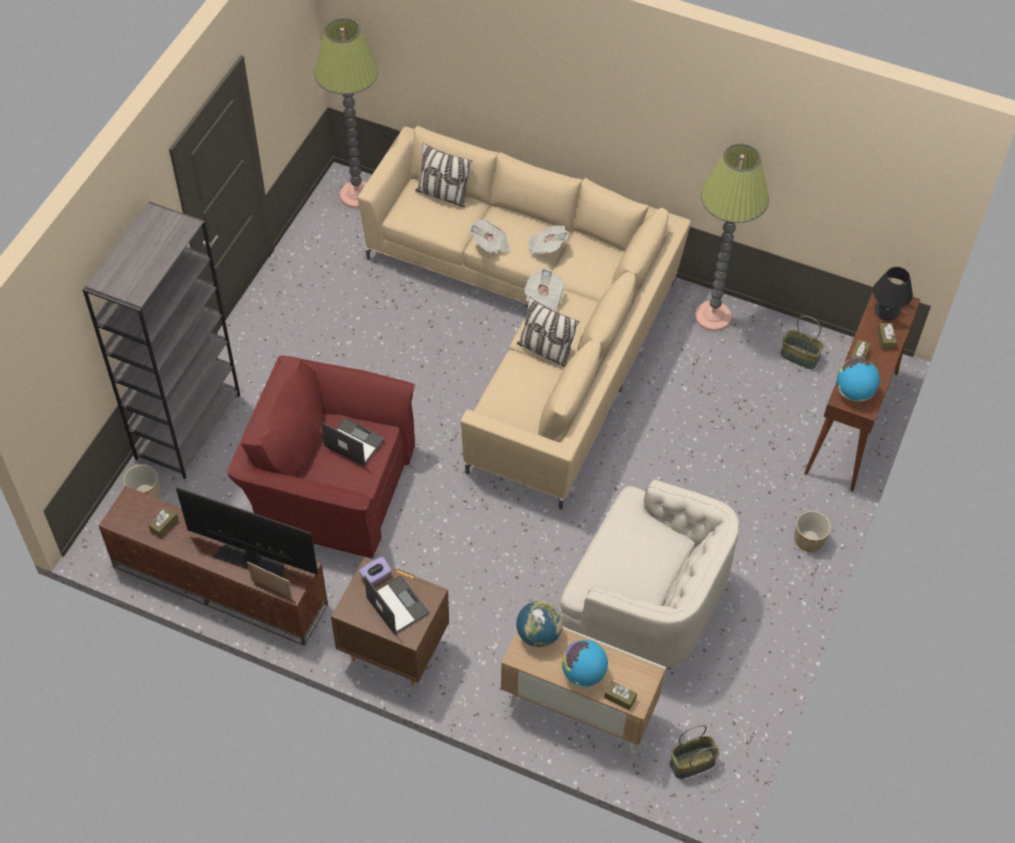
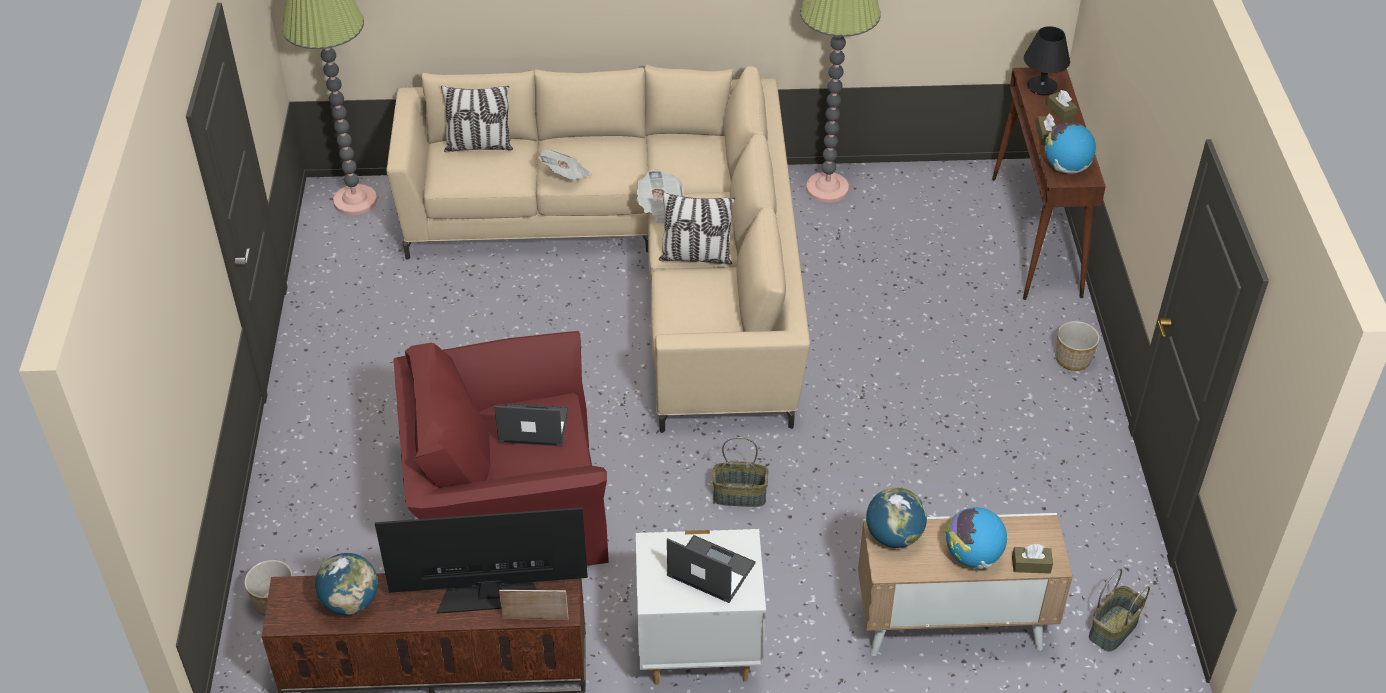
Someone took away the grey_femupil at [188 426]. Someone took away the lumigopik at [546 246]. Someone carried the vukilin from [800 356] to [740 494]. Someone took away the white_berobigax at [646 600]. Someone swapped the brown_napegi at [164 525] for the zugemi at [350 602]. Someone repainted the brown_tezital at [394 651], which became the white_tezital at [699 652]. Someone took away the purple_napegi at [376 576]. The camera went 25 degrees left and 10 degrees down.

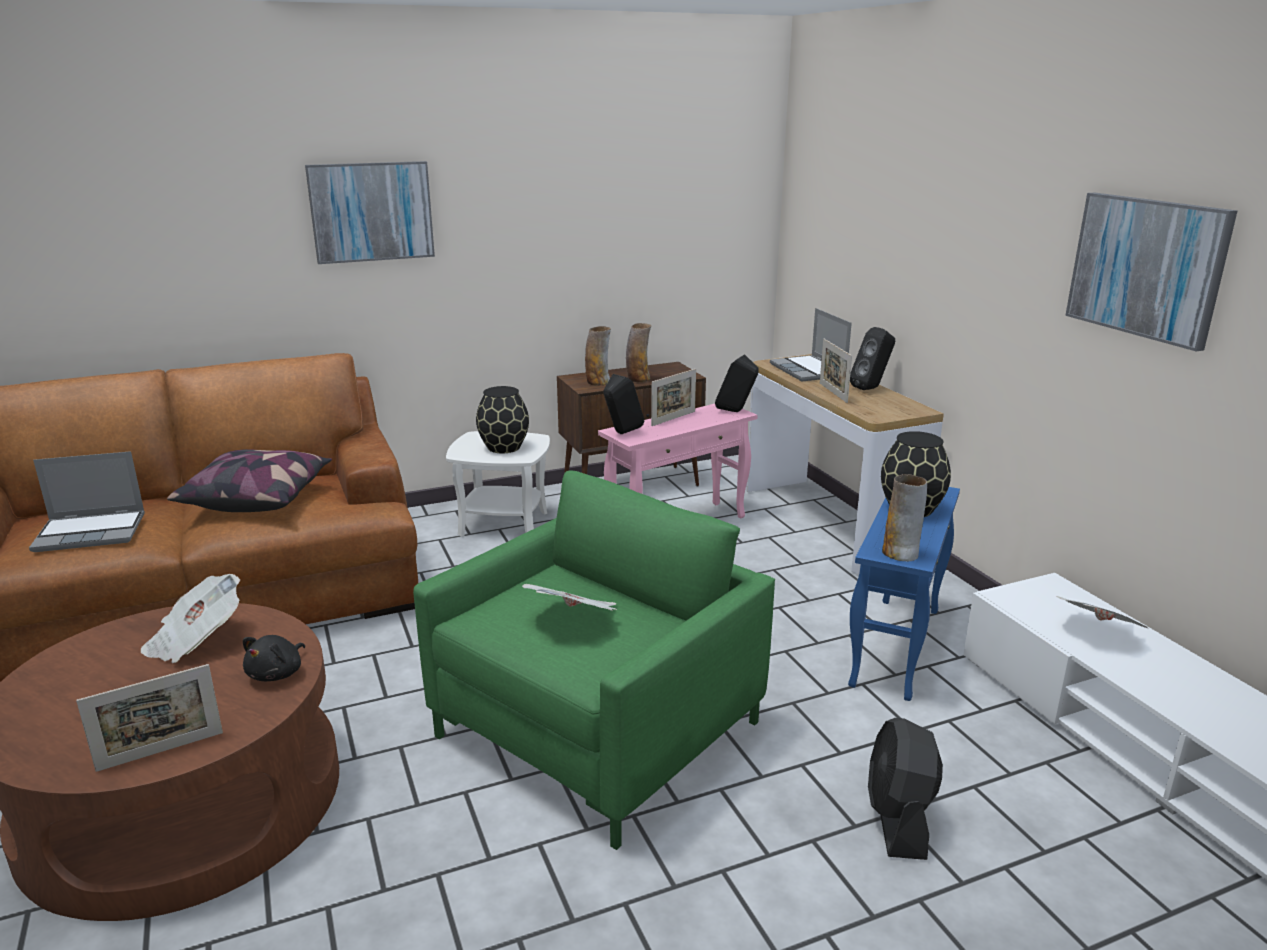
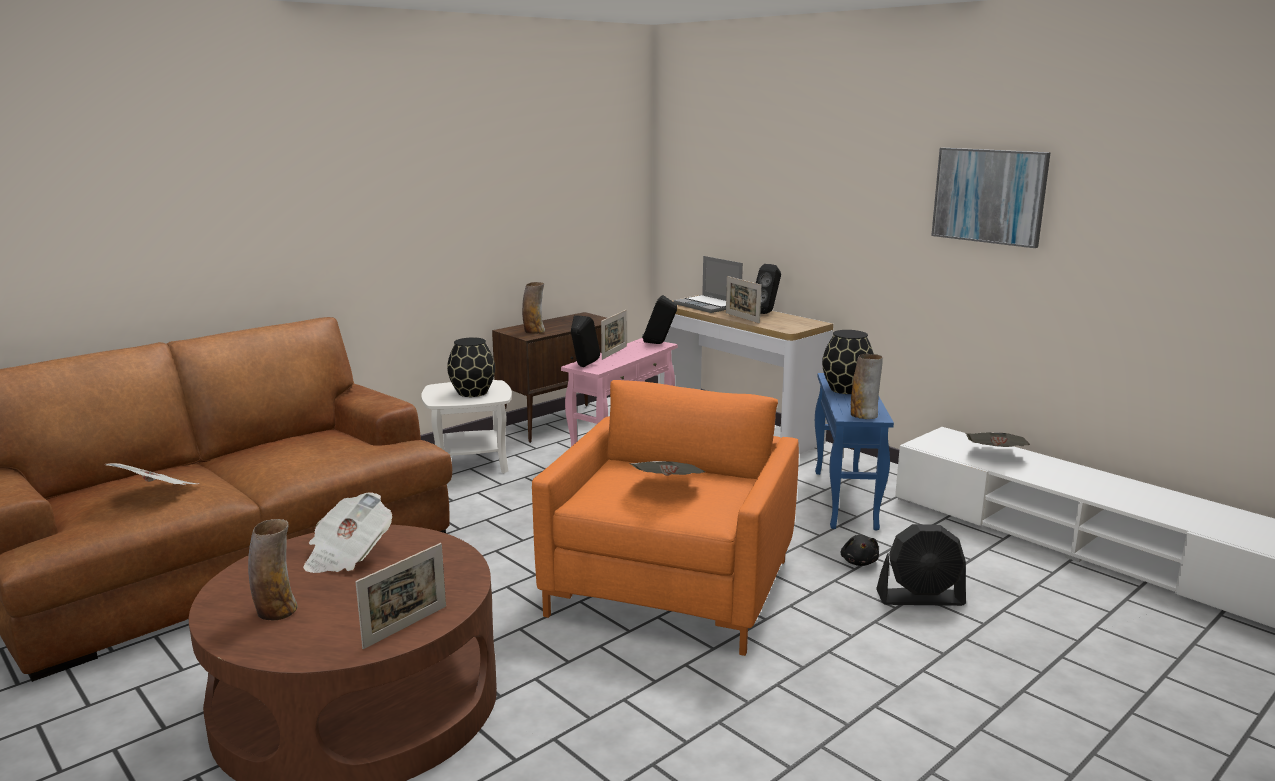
Someone took away the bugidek at [371 212]. Someone carried the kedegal from [638 379] to [276 611]. Someone took away the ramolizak at [257 498]. Someone swapped the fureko at [92 532] for the lumigopik at [156 494]. Someone repainted the green_berobigax at [598 730], which became the orange_berobigax at [671 588]. Someone carried the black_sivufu from [277 673] to [859 562]. Someone rotated the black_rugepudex at [898 819] by 75 degrees counterclockwise. The camera went 20 degrees left and 5 degrees down.

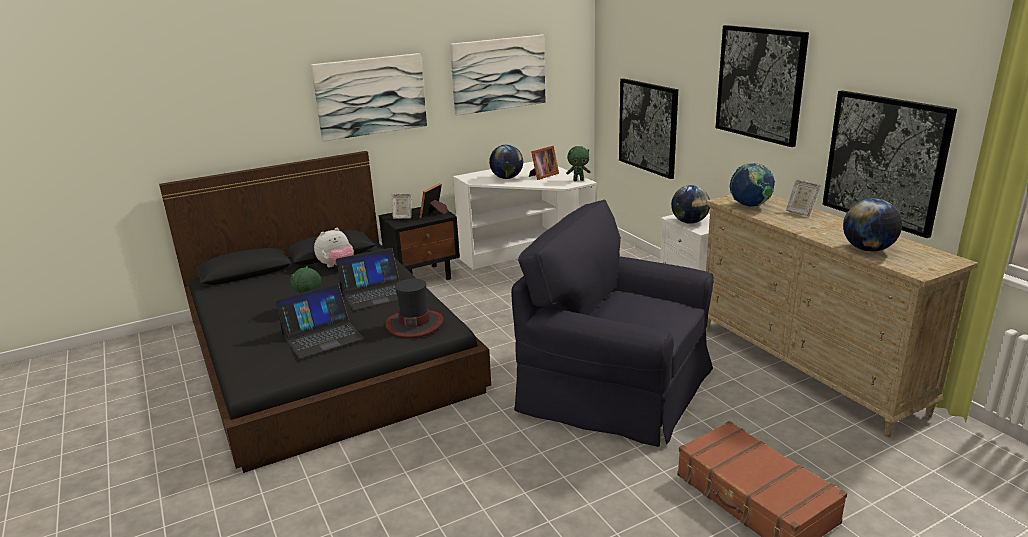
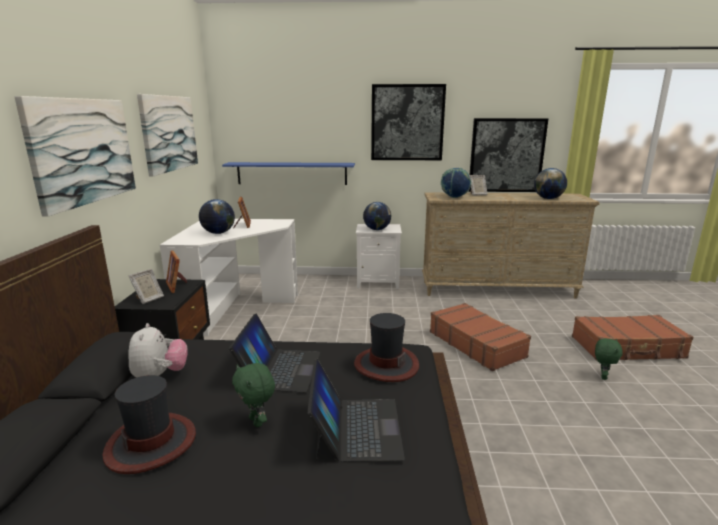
Someone swapped the bugidek at [648 127] for the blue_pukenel at [292 173]. Someone carried the green_sivufu from [578 180] to [602 376]. Someone swapped the black_berobigax at [616 388] for the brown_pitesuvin at [476 344]. Someone put down the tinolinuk at [151 443]. The camera went 60 degrees left and 5 degrees down.

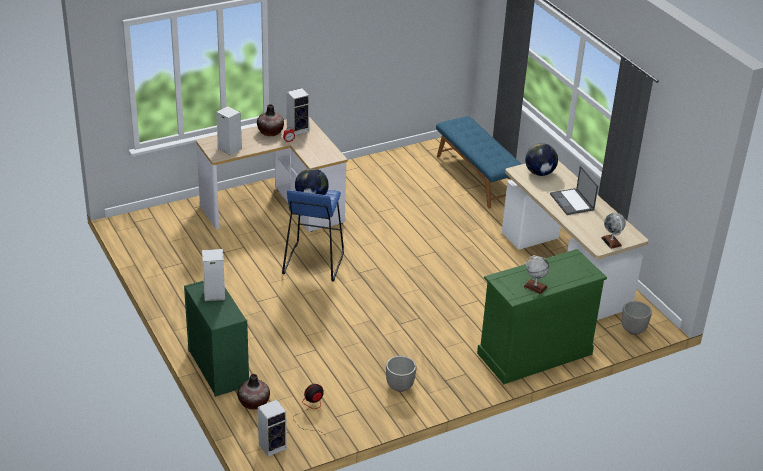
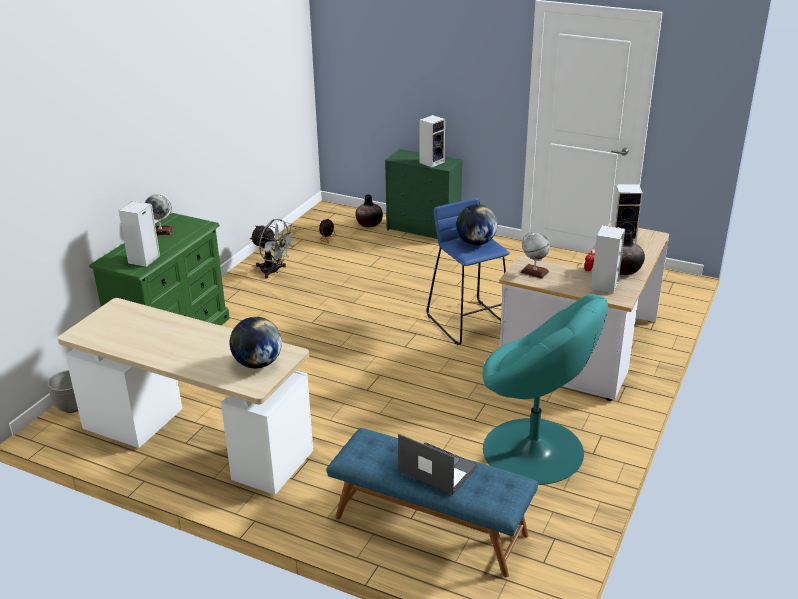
Someone carried the fureko from [572 202] to [437 469]. Someone carried the zugemi from [611 242] to [534 272]. Someone swapped the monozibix at [399 387] for the grey_rugepudex at [273 271]. Someone carried the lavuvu from [273 446] to [144 260]. Someone put down the turquoise_berobigax at [534 451]. The camera went 145 degrees right and 5 degrees down.

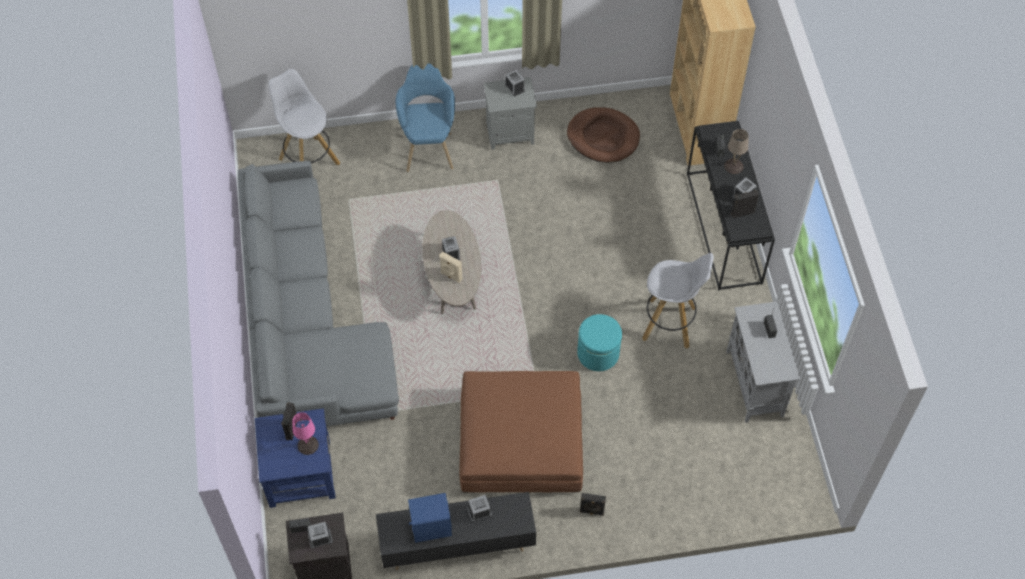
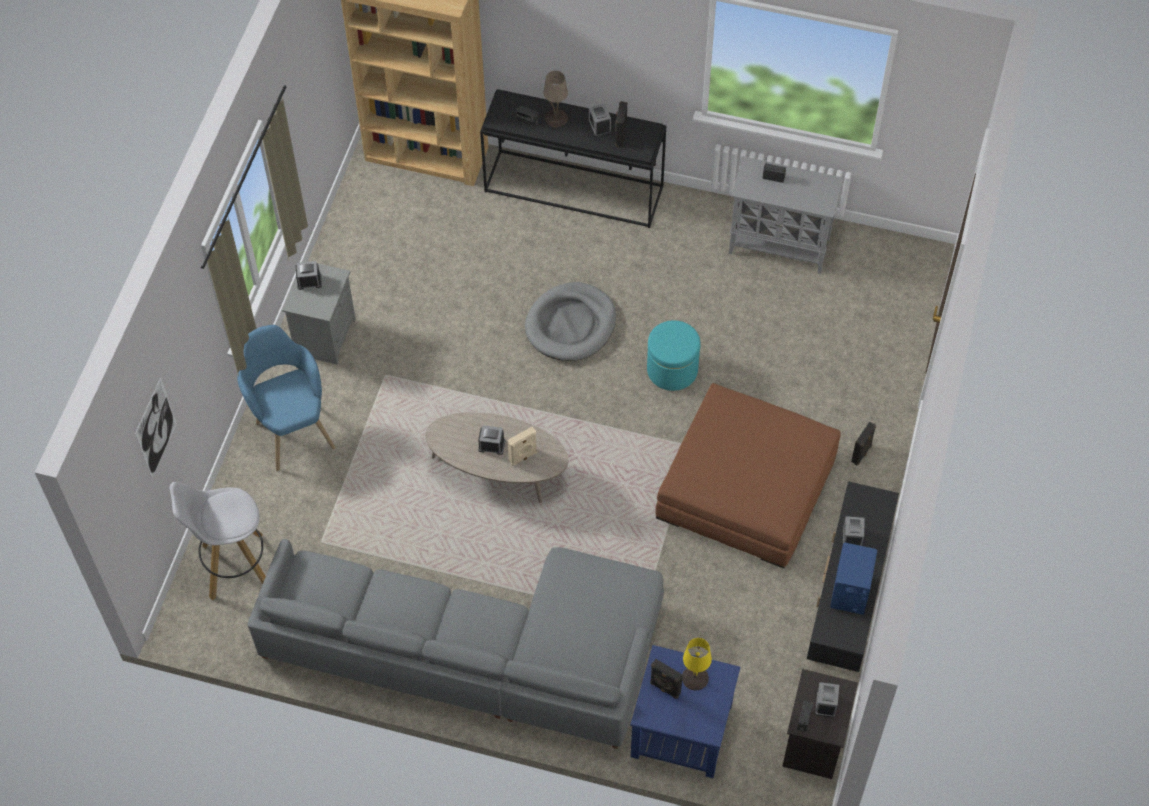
Someone rotated the blue_berobigax at [428 145] by 45 degrees clockwise. Someone took away the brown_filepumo at [603 137]. Someone took away the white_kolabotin at [670 323]. Someone repainted the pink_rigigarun at [308 445], which became the yellow_rigigarun at [695 677]. Someone put down the grey_filepumo at [571 325]. Someone put up the bugidek at [156 428]. The camera went 65 degrees left and 0 degrees up.

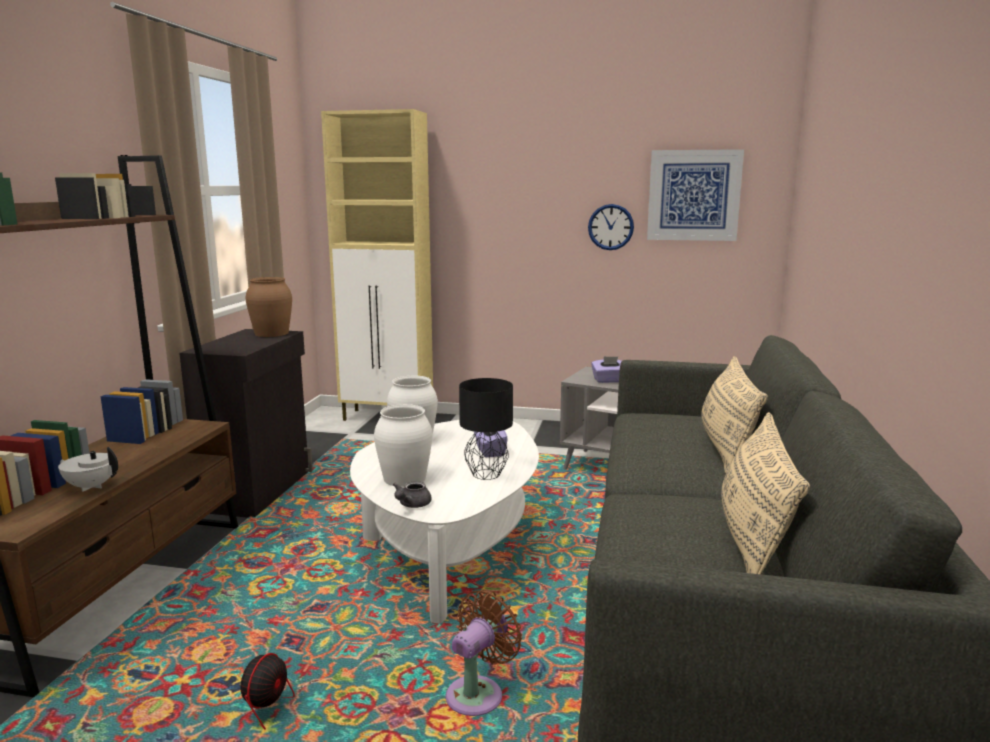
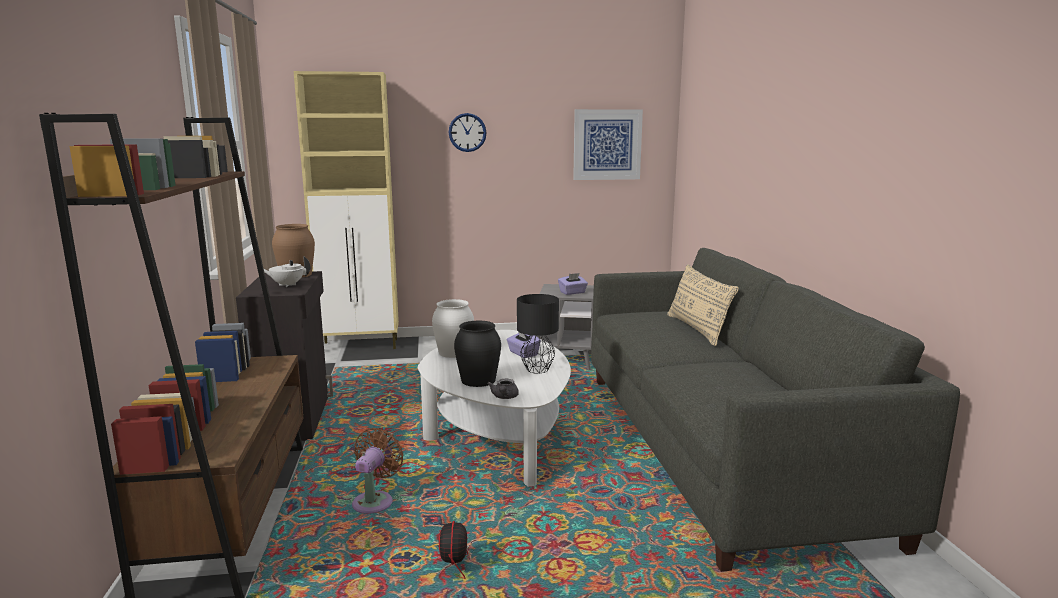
Someone carried the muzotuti from [610 227] to [467 132]. Someone repainted the white_kedegal at [405 478], which became the black_kedegal at [478 380]. Someone took away the beige_ramolizak at [753 540]. Someone carried the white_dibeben from [91 486] to [287 285]. Someone carried the brown_rugepudex from [478 693] to [375 501]. The camera went 20 degrees left and 0 degrees up.

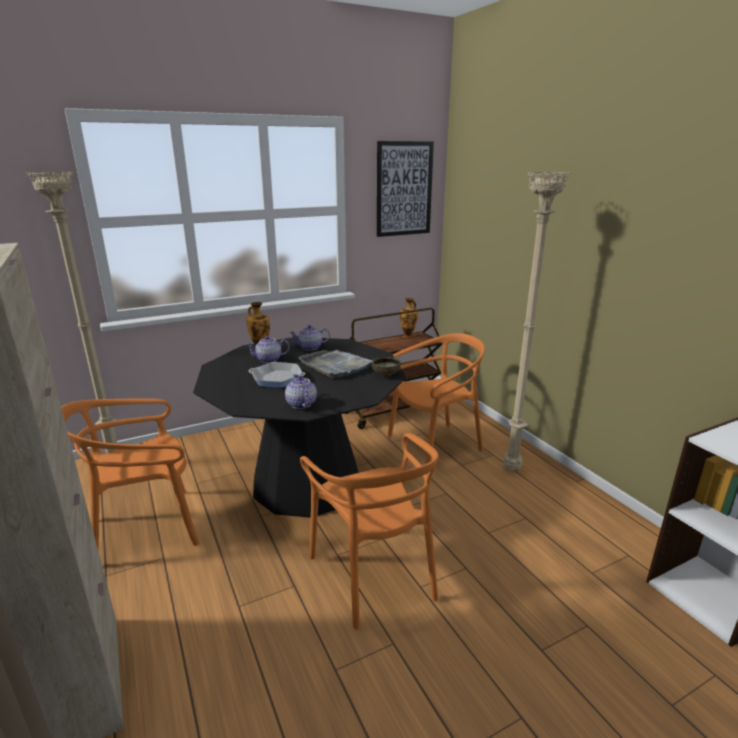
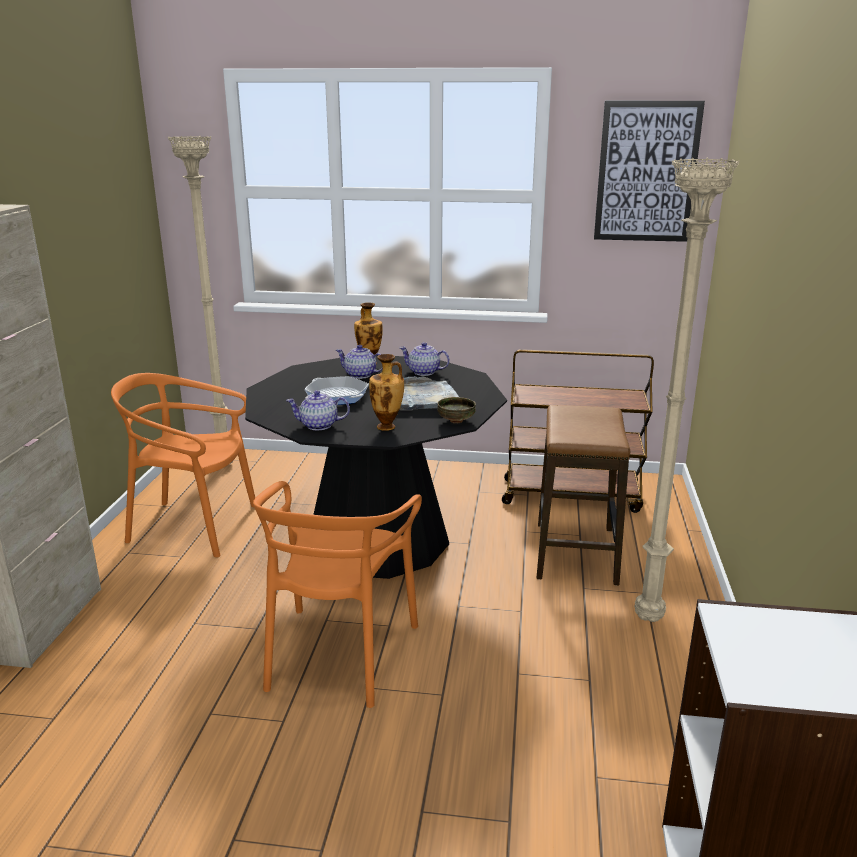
Someone carried the kedegal from [408 336] to [387 427]. Someone swapped the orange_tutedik at [434 445] for the kolabotin at [576 553]. Someone rotated the dibeben at [300 404] by 105 degrees counterclockwise. The camera went 35 degrees right and 0 degrees up.

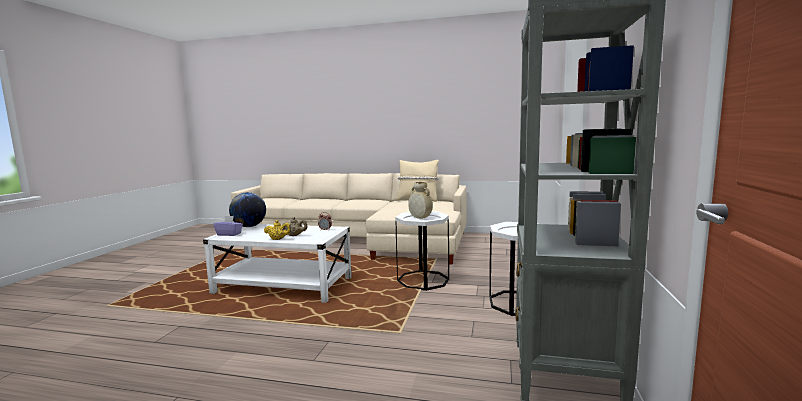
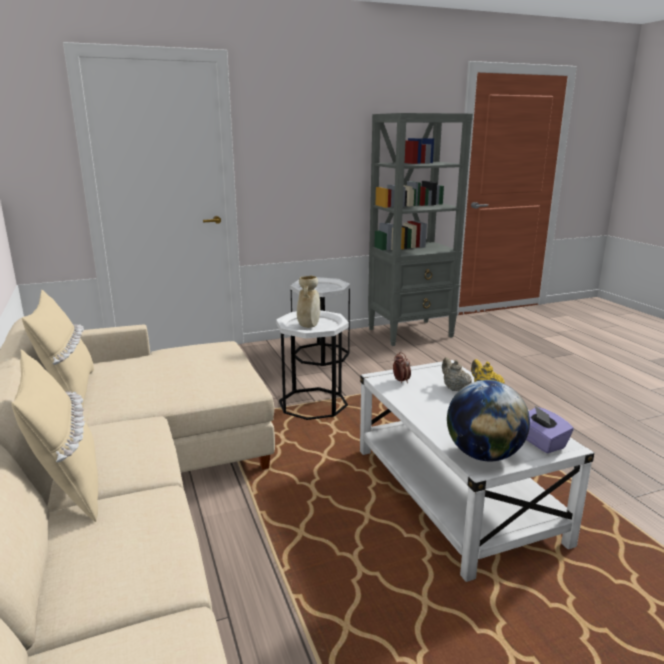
Someone put down the beige_ramolizak at [68 487]. The camera went 125 degrees left and 10 degrees up.

